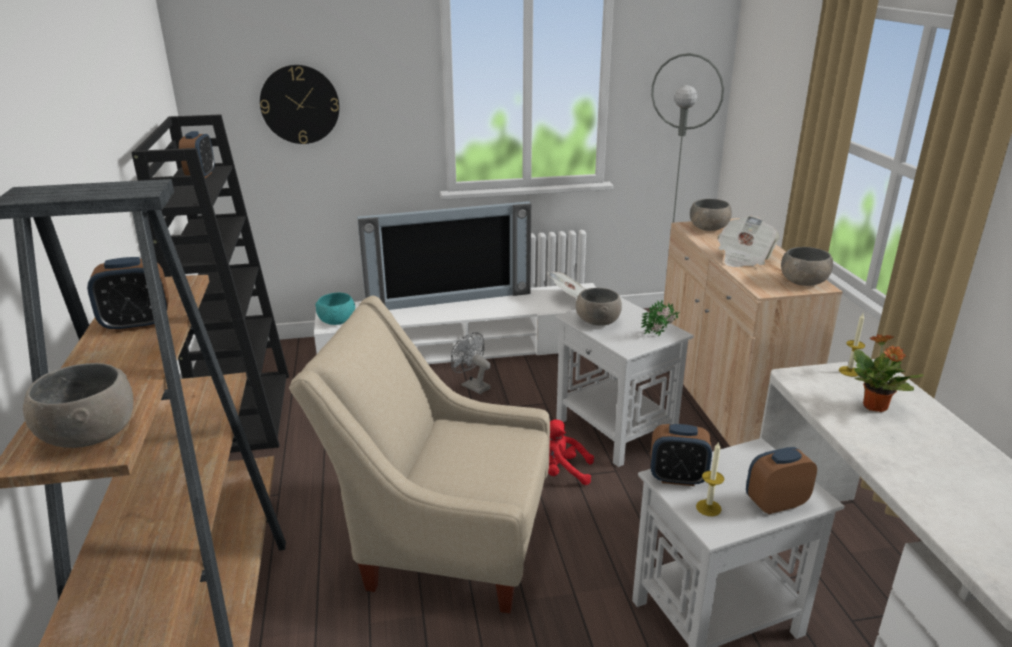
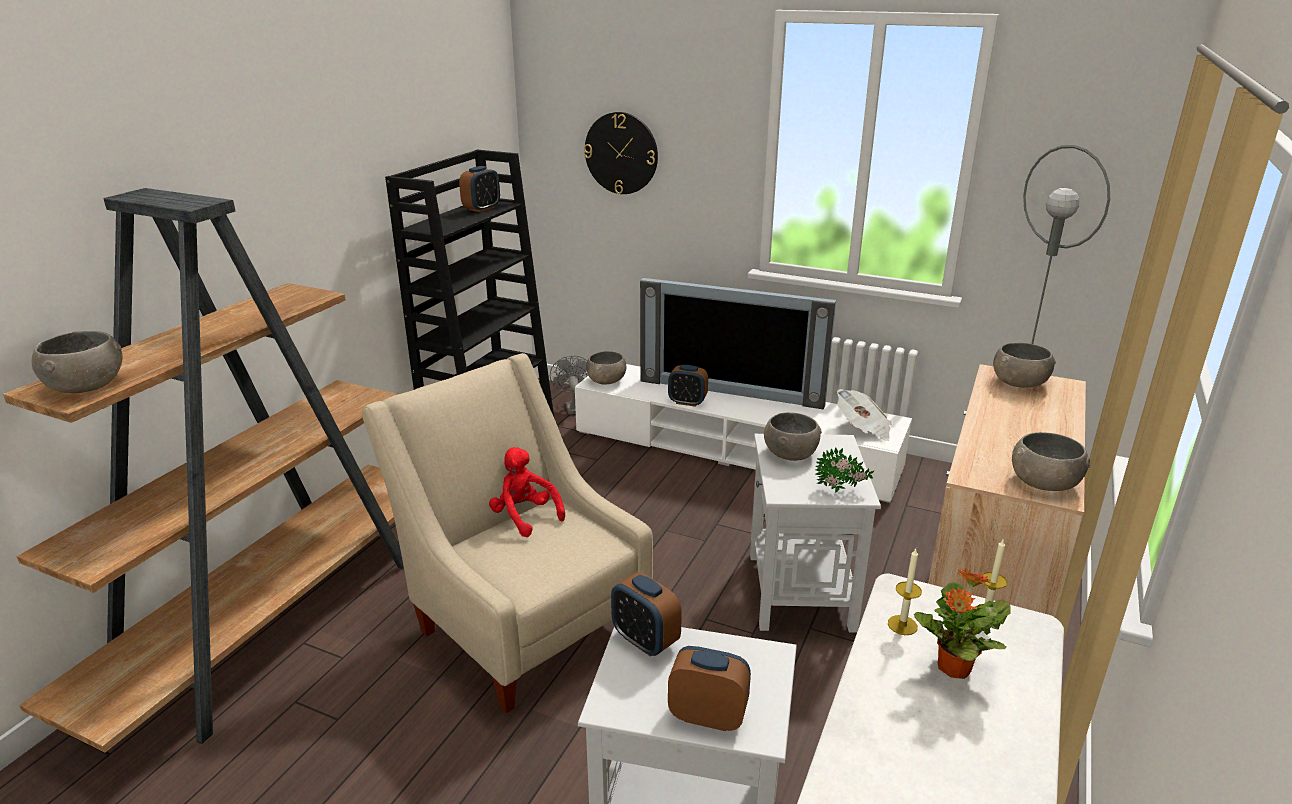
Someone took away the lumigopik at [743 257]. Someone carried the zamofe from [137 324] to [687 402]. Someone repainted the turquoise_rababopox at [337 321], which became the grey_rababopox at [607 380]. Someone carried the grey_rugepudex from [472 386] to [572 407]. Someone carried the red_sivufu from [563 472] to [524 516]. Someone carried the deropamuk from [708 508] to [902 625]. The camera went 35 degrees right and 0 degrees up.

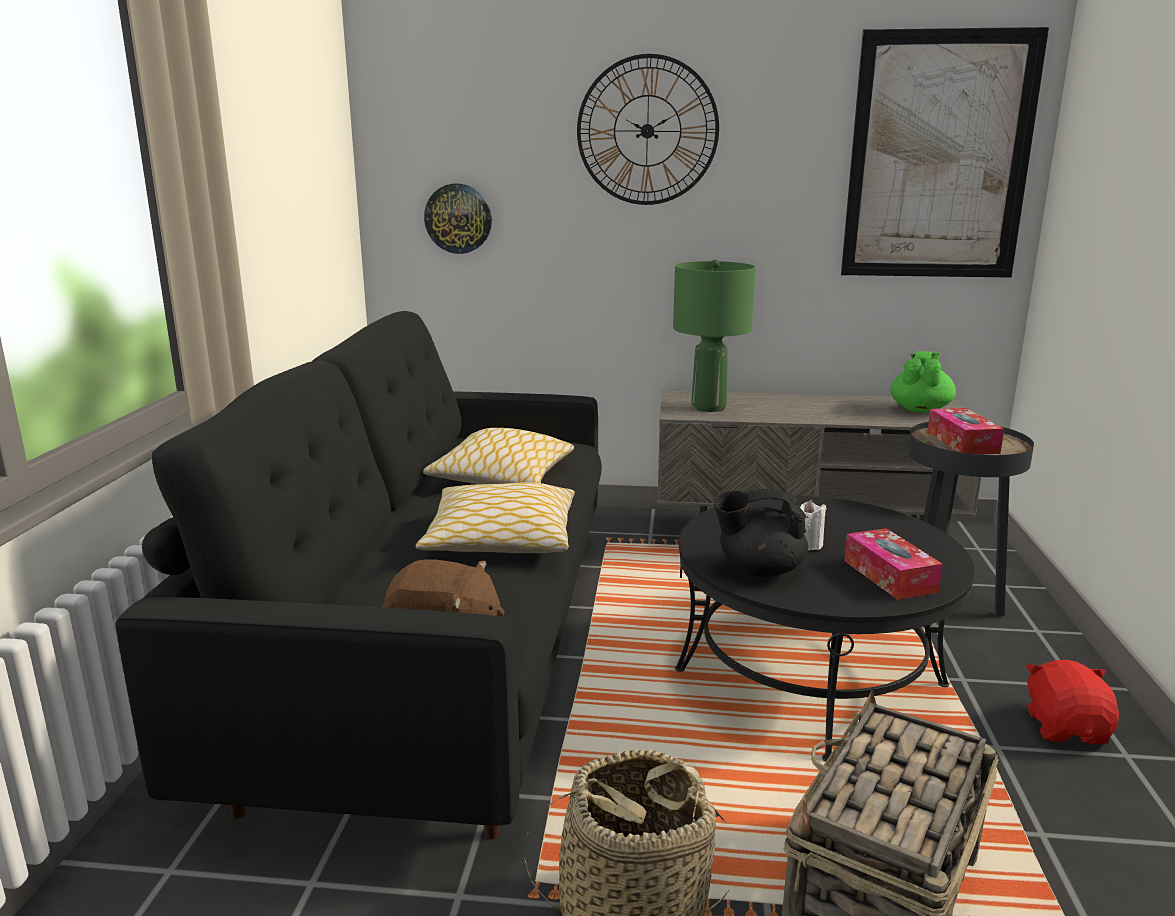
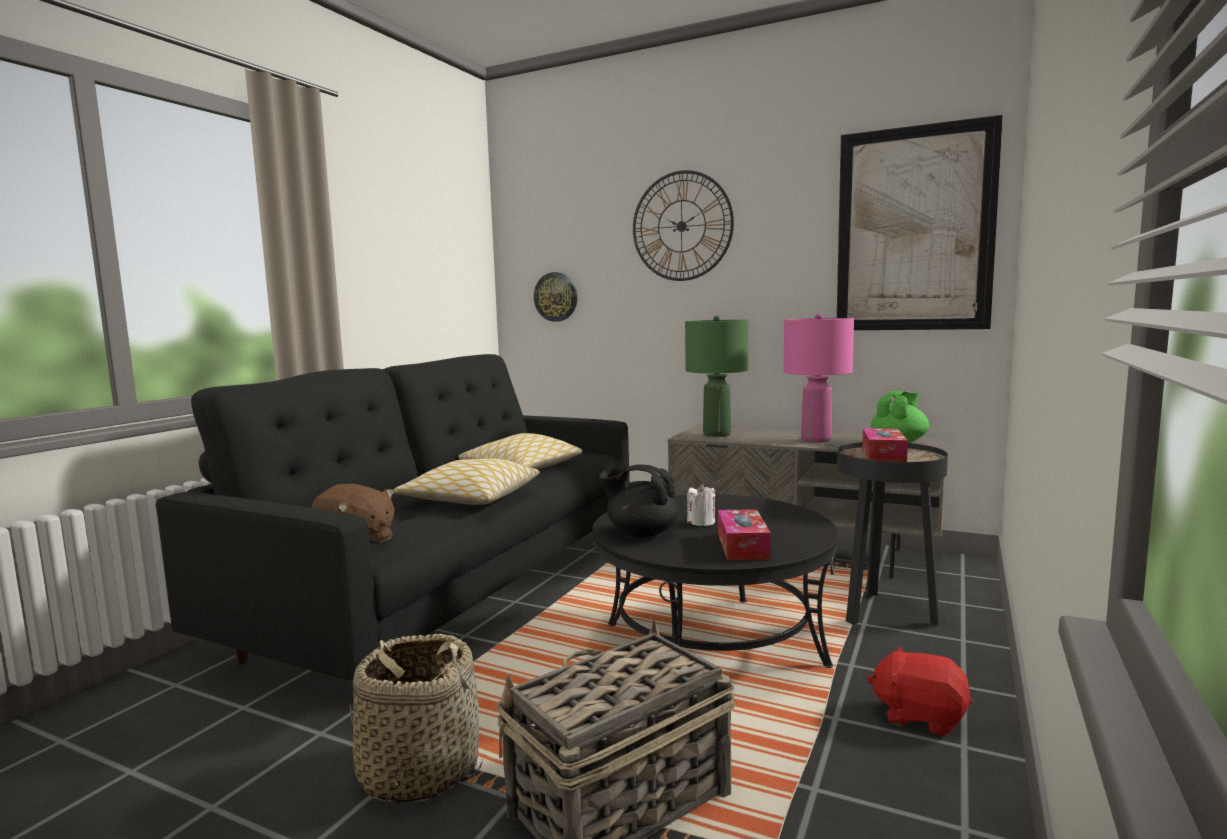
Someone rotated the red_sivufu at [1066 728] by 90 degrees counterclockwise. Someone put down the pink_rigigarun at [817 440]. The camera went 20 degrees right and 10 degrees down.

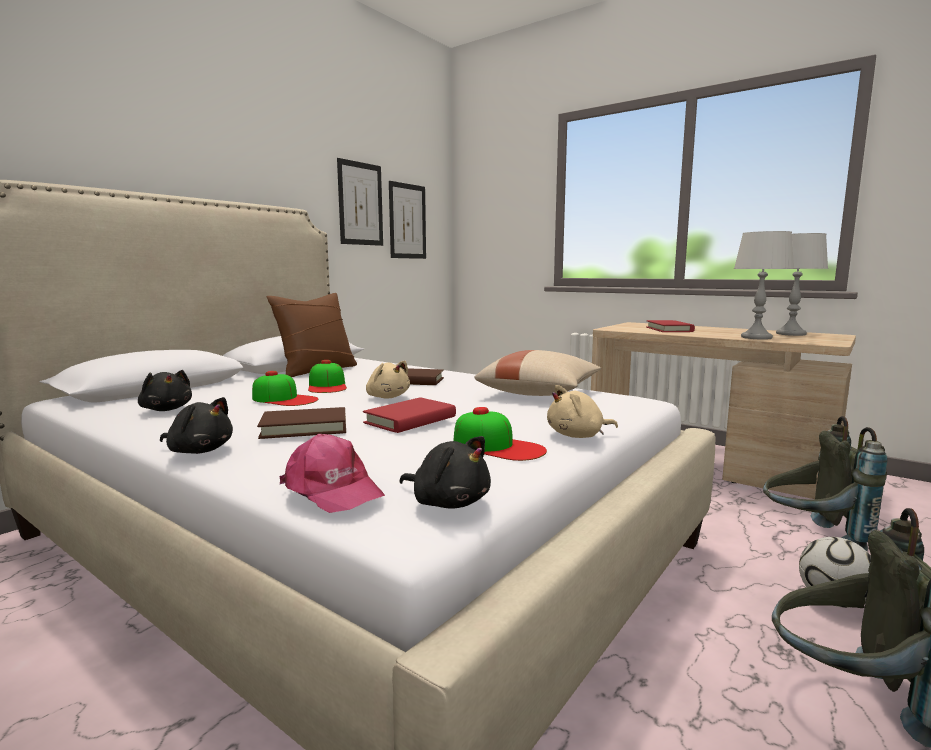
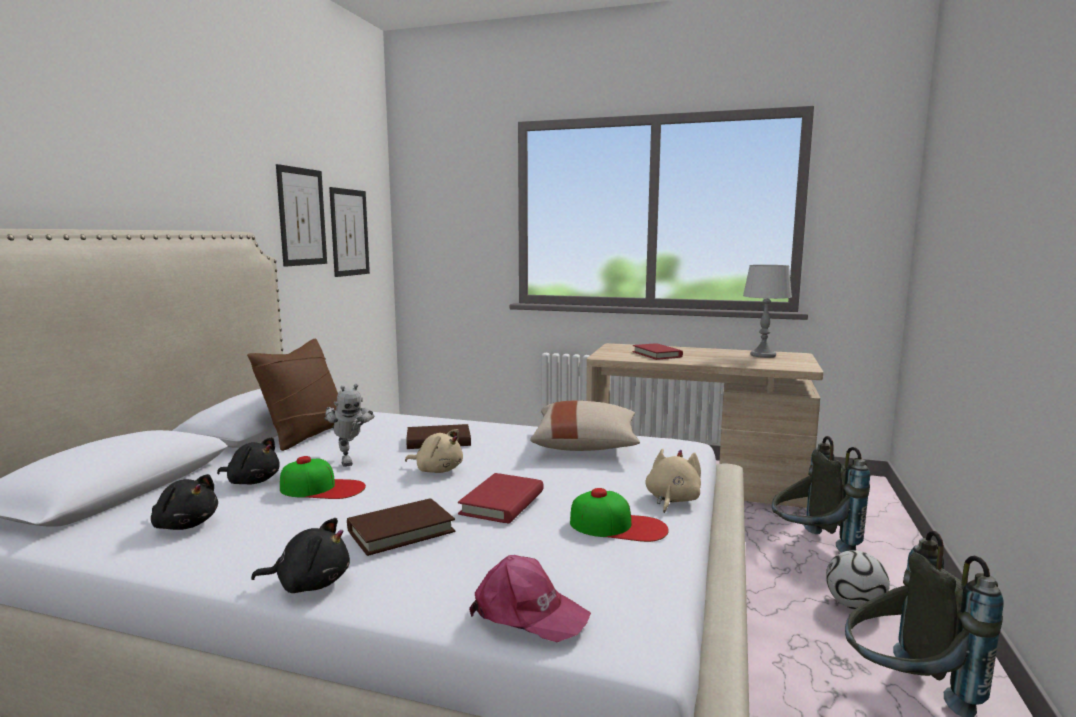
Someone took away the grey_rigigarun at [756 337]. Someone swapped the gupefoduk at [327 386] for the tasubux at [348 460]. Someone rotated the beige_sivufu at [578 436] by 150 degrees clockwise. Someone carried the black_sivufu from [448 502] to [252 481]. The camera went 20 degrees left and 0 degrees up.

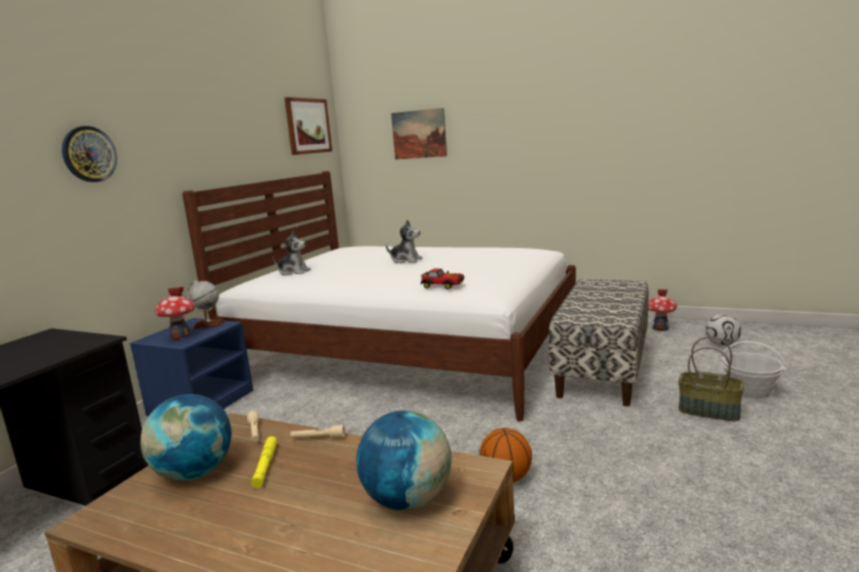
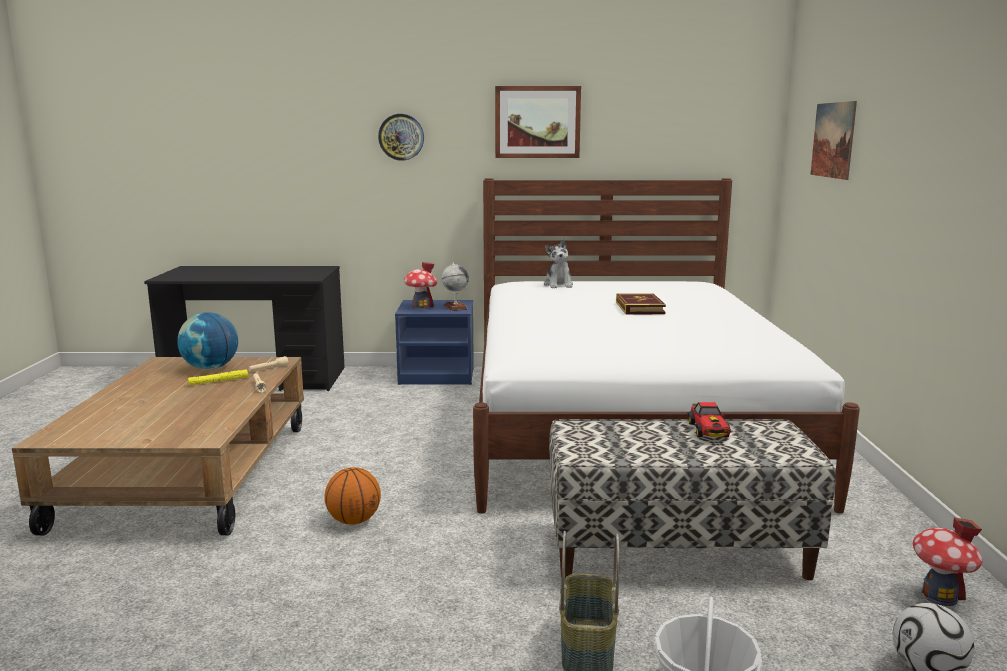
Someone carried the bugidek from [308 126] to [537 122]. Someone swapped the sivufu at [406 260] for the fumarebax at [639 308]. Someone carried the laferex from [443 286] to [708 431]. Someone took away the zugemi at [407 500]. The camera went 65 degrees right and 0 degrees up.

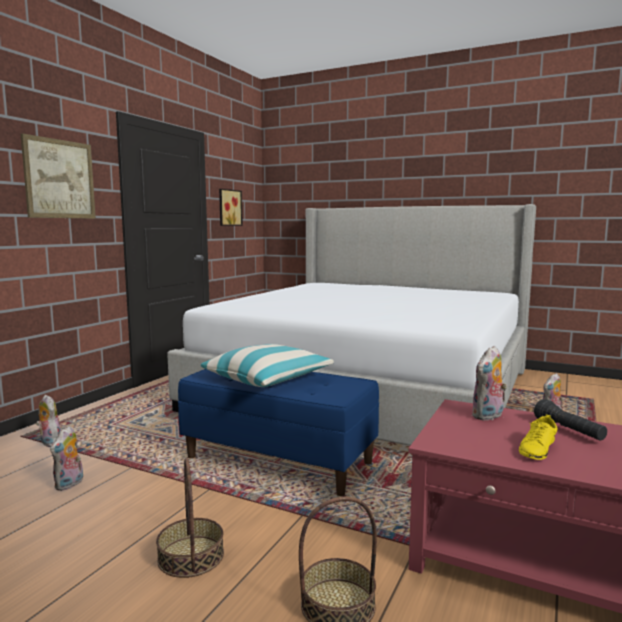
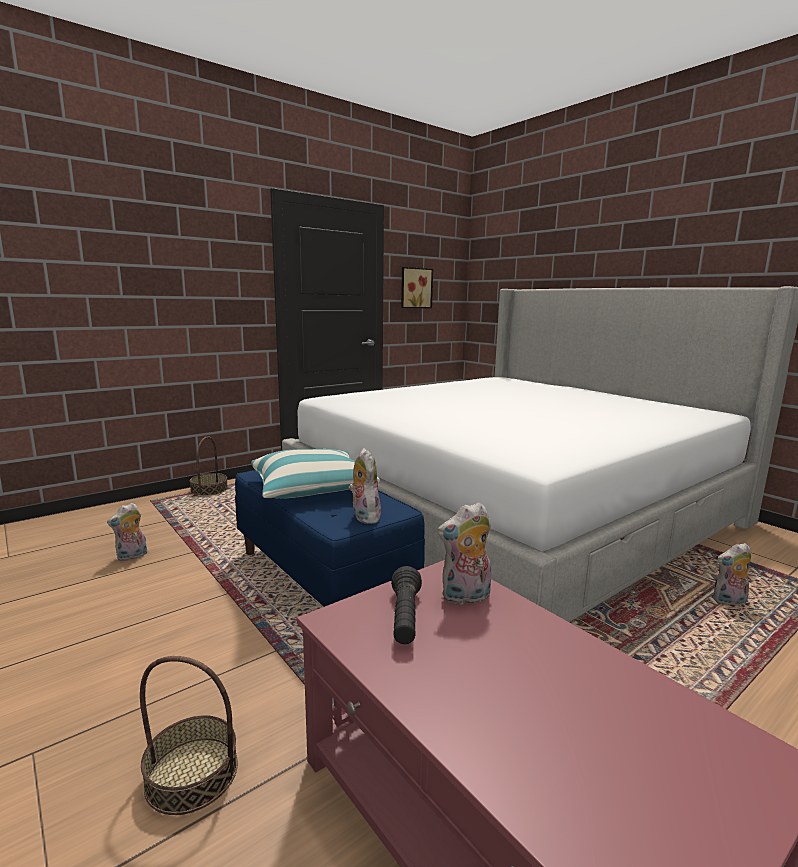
Someone took away the bugidek at [60 179]. Someone carried the sivufu from [49 443] to [363 516]. Someone carried the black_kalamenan from [569 431] to [405 618]. Someone took away the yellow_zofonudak at [537 448]. Someone carried the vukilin from [190 556] to [209 490]. The camera went 25 degrees right and 5 degrees up.

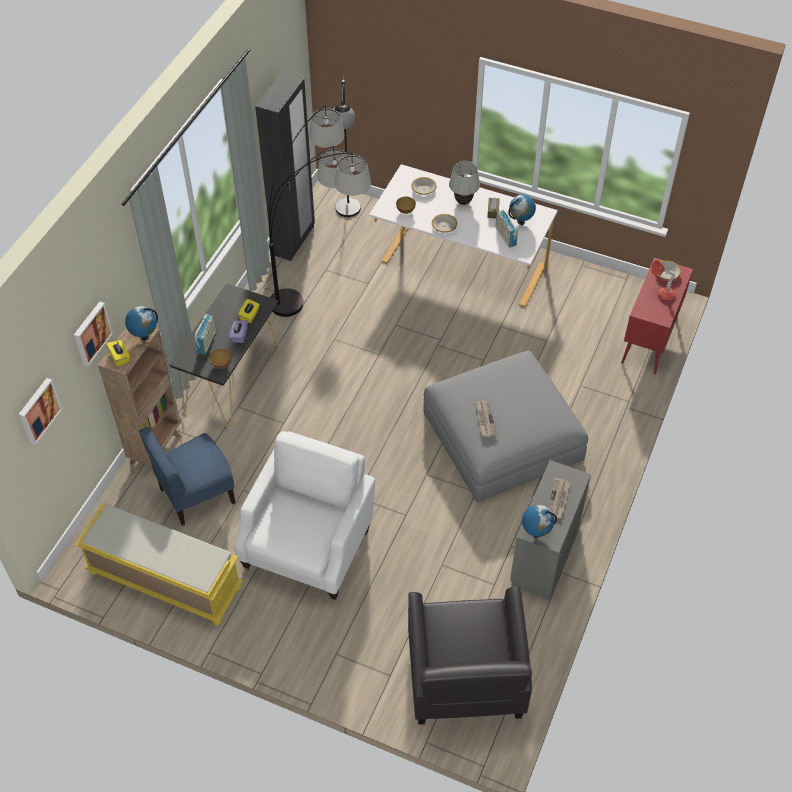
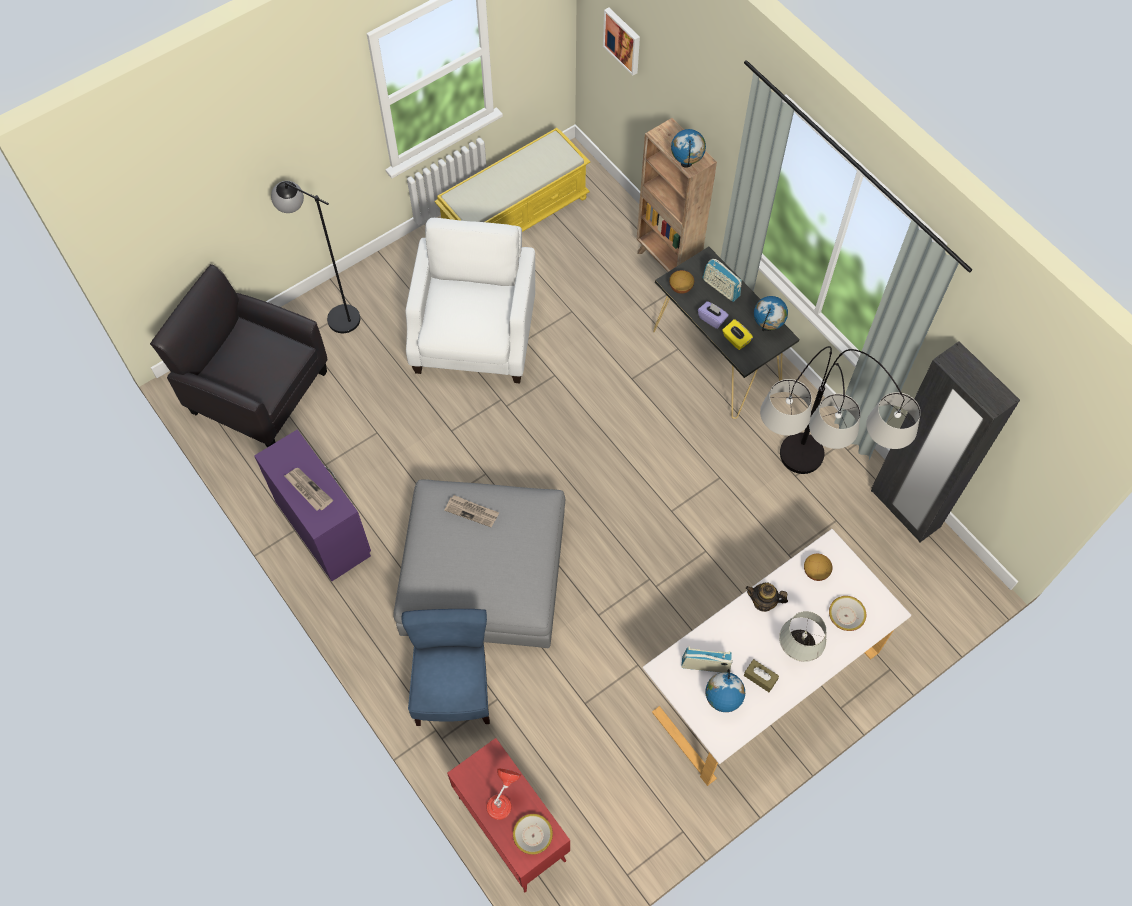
Someone carried the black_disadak from [348 214] to [334 314]. Someone swapped the rababopox at [444 226] for the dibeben at [763 602]. Someone took away the bugidek at [91 333]. Someone took away the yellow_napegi at [120 357]. Someone carried the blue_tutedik from [196 495] to [453 690]. Someone rotated the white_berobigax at [308 545] by 135 degrees counterclockwise. Someone repainted the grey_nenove at [544 554], which became the purple_nenove at [324 527]. Someone carried the zugemi from [535 532] to [767 326]. The camera went 120 degrees right and 10 degrees up.

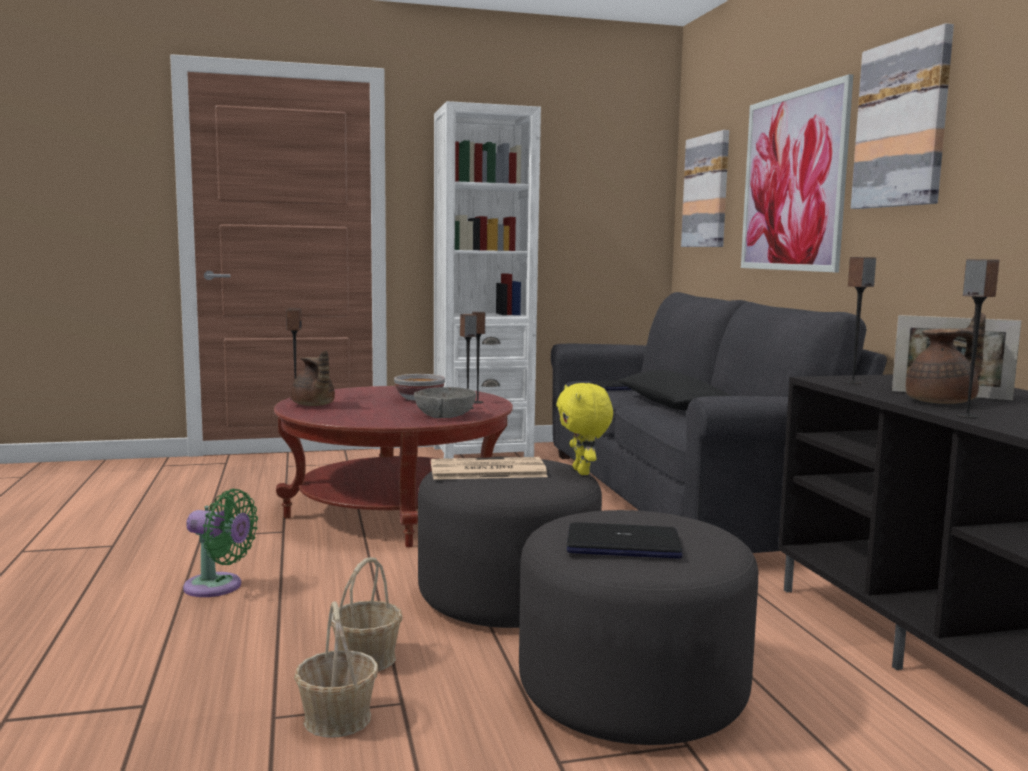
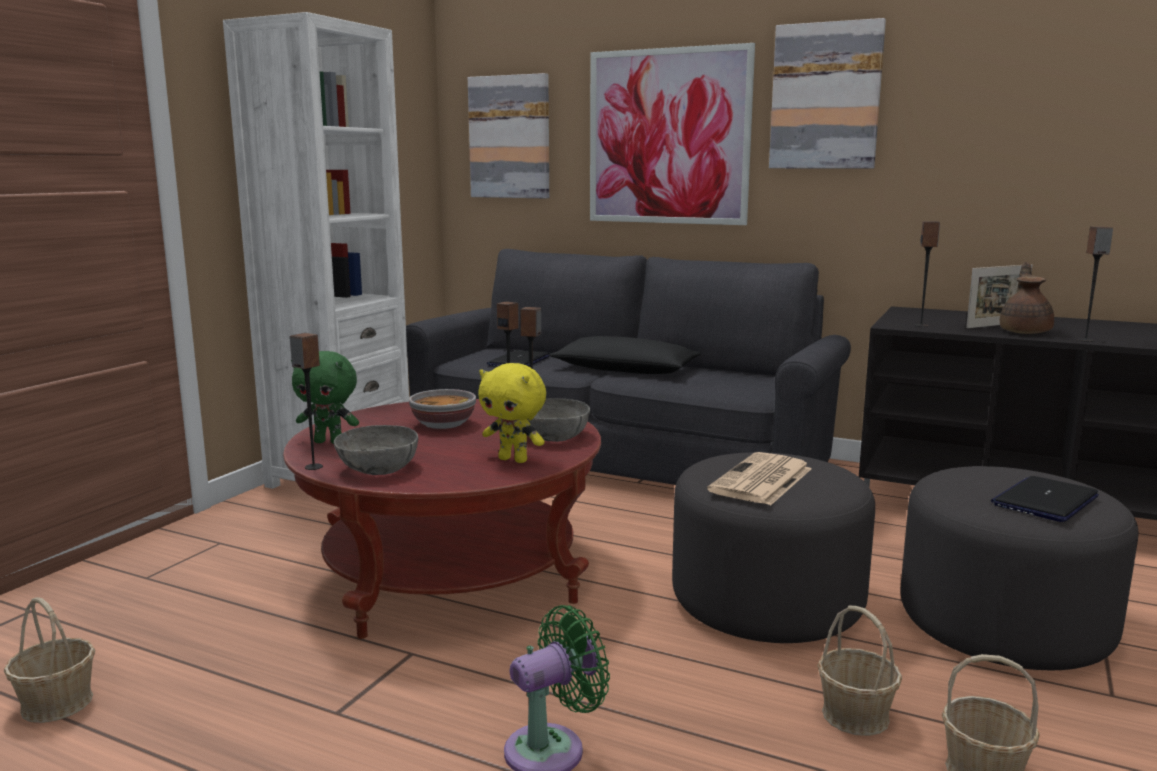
Someone swapped the brown_dibeben at [313 405] for the grey_rababopox at [378 468]. Someone carried the yellow_sivufu from [583 472] to [514 460]. Someone put down the green_sivufu at [329 442]. Someone put down the vukilin at [57 703]. The camera went 50 degrees left and 5 degrees up.

